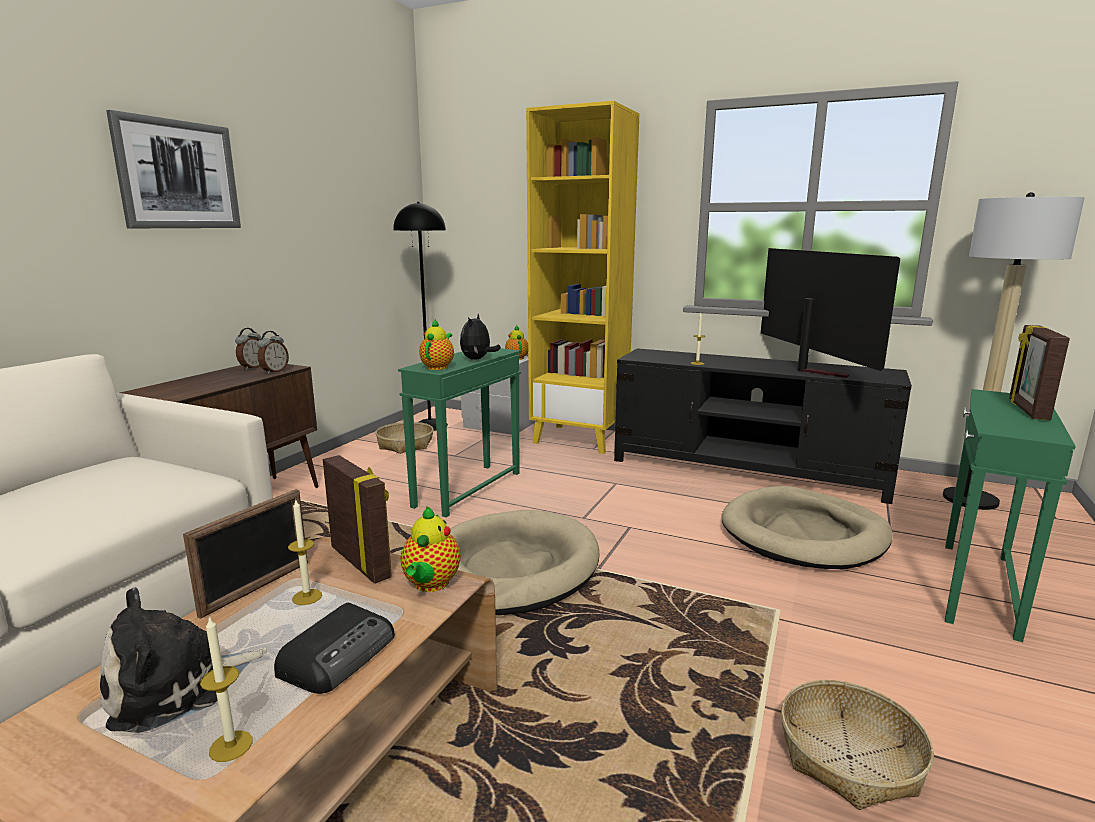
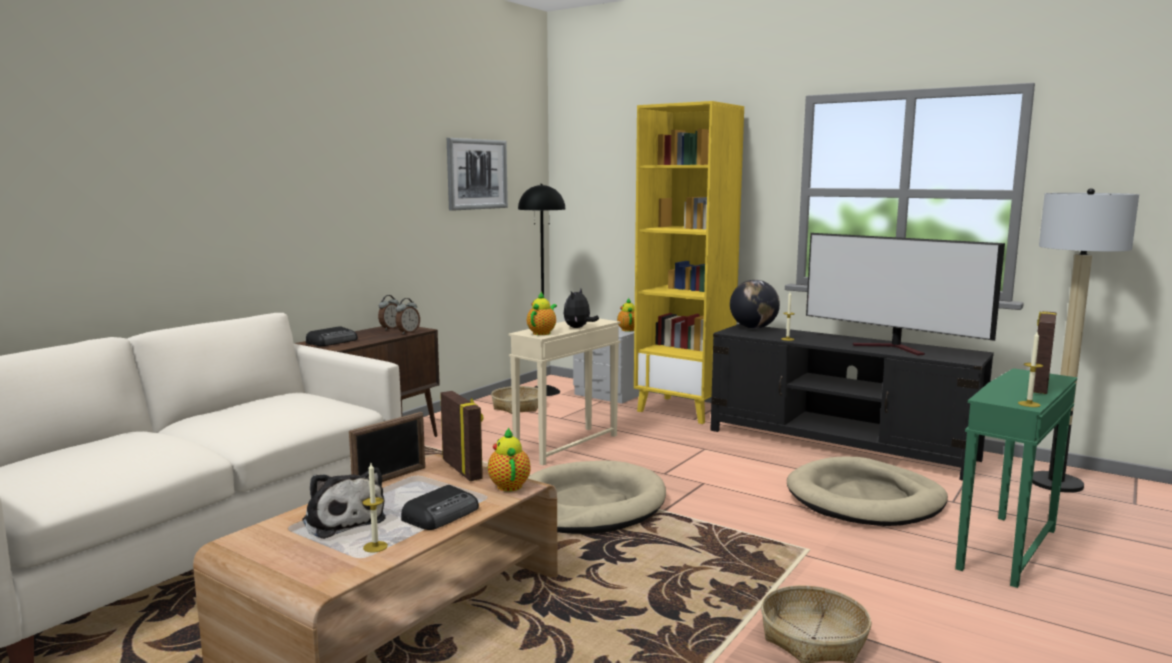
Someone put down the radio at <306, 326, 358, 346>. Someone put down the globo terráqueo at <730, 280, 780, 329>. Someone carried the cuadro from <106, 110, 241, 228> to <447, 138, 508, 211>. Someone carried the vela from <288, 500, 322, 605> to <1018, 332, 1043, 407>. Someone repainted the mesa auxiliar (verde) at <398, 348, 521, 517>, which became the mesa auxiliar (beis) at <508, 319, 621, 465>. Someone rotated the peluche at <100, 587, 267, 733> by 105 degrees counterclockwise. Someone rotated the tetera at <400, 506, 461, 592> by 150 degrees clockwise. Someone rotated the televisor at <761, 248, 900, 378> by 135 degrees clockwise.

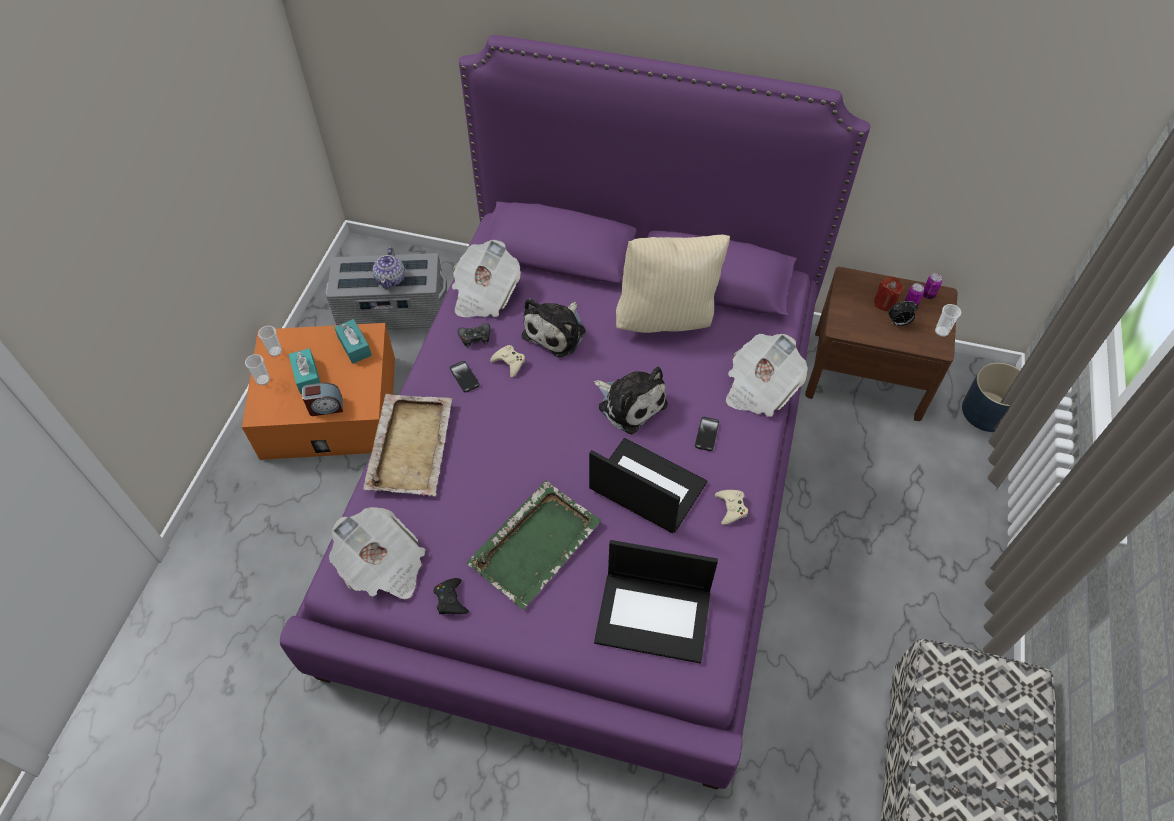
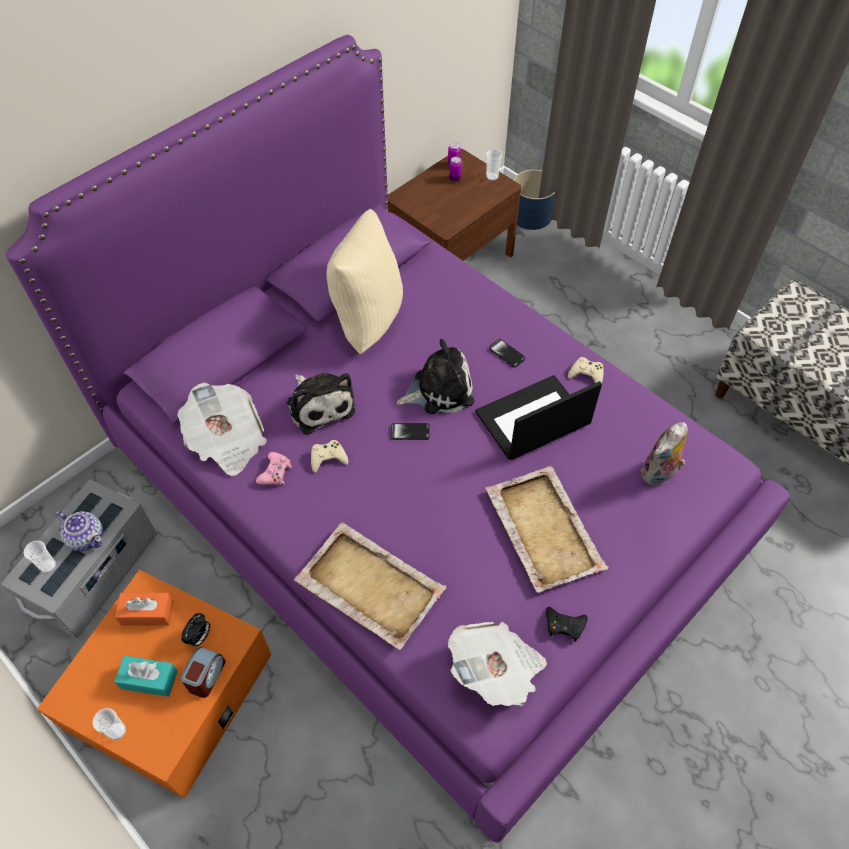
Someone took away the periódico at <726, 334, 807, 417>. Someone took away the vela (rojo) at <874, 277, 904, 311>. Someone carried the taza from <258, 326, 282, 357> to <24, 541, 56, 573>. Someone carried the móvil from <450, 361, 480, 392> to <391, 423, 430, 440>. Someone carried the despertador from <889, 301, 918, 326> to <181, 613, 210, 647>. Someone swapped the portátil at <594, 540, 718, 663> for the peluche at <640, 422, 688, 485>. Someone repainted the caja de pañuelos (turquesa) at <334, 319, 372, 364>, which became the caja de pañuelos (naranja) at <115, 593, 174, 625>. Someone repainted the mando de consola (negro) at <457, 323, 490, 348>, which became the mando de consola (rosa) at <256, 452, 292, 485>. Someone repainted the bandeja (verde) at <466, 480, 601, 610>, which became the bandeja (beis) at <485, 466, 608, 593>.

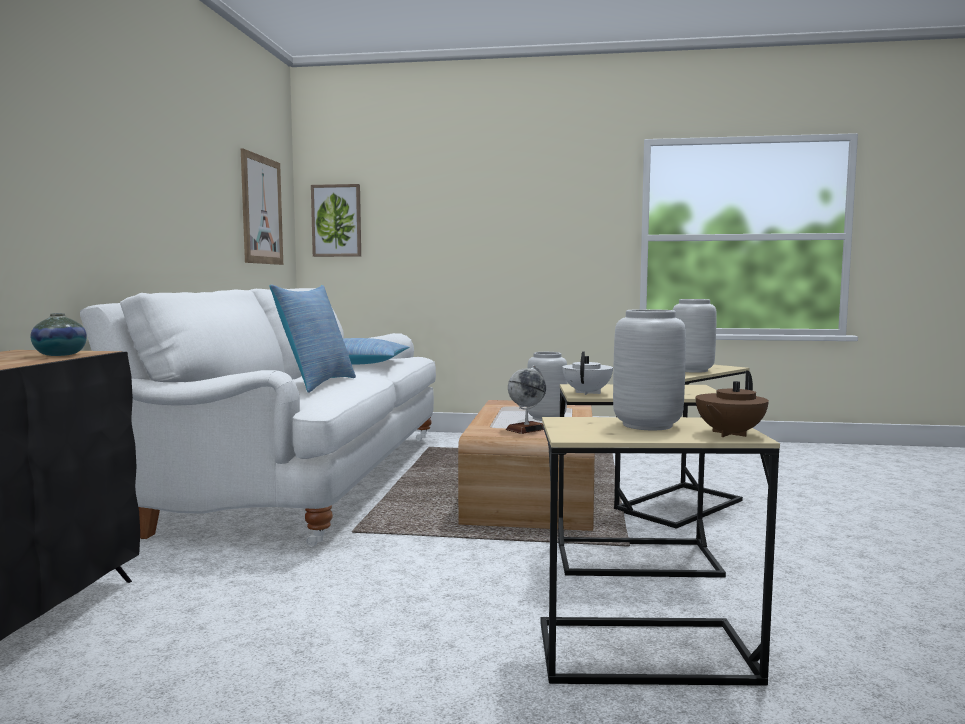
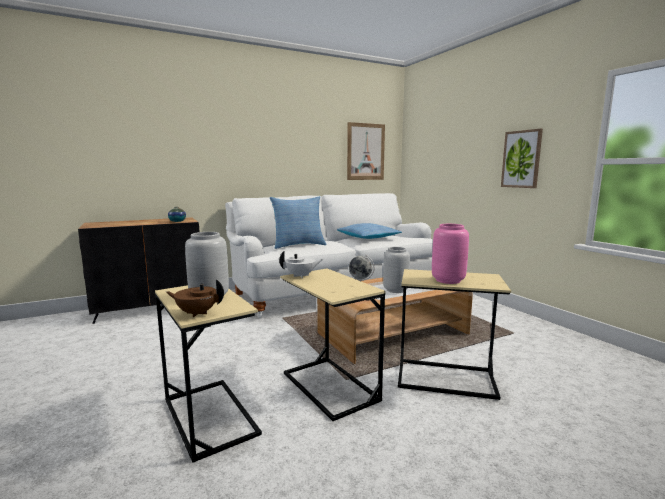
Someone carried the cuadro from <311, 184, 361, 257> to <501, 129, 543, 188>. Someone repainted the florero (gris) at <673, 299, 717, 373>, which became the florero (rosa) at <432, 224, 469, 284>.

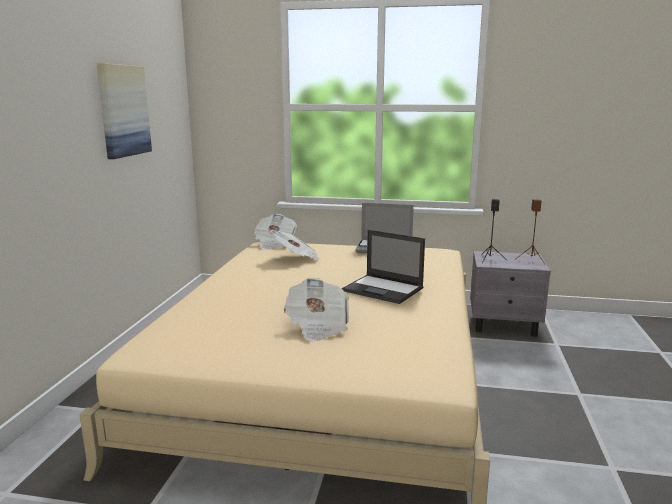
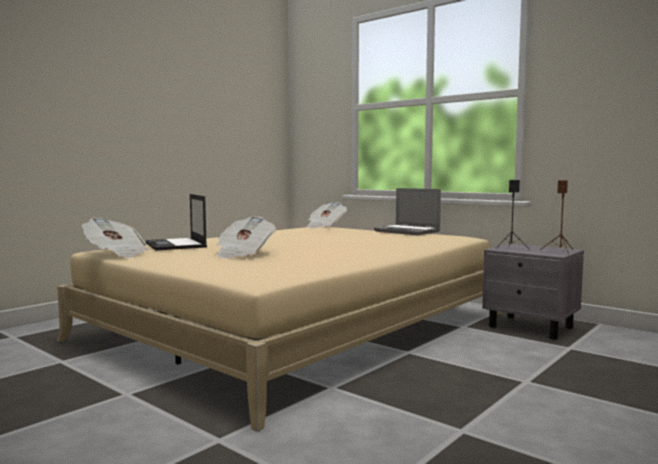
Someone took away the cuadro at <97, 63, 152, 159>. Someone carried the periódico from <271, 230, 320, 260> to <81, 218, 149, 258>. Someone carried the portátil from <342, 230, 425, 304> to <146, 194, 207, 251>.

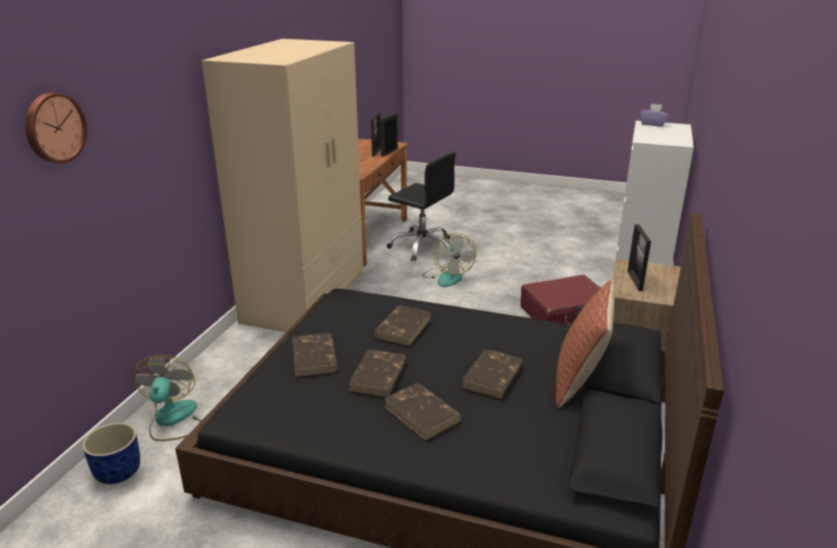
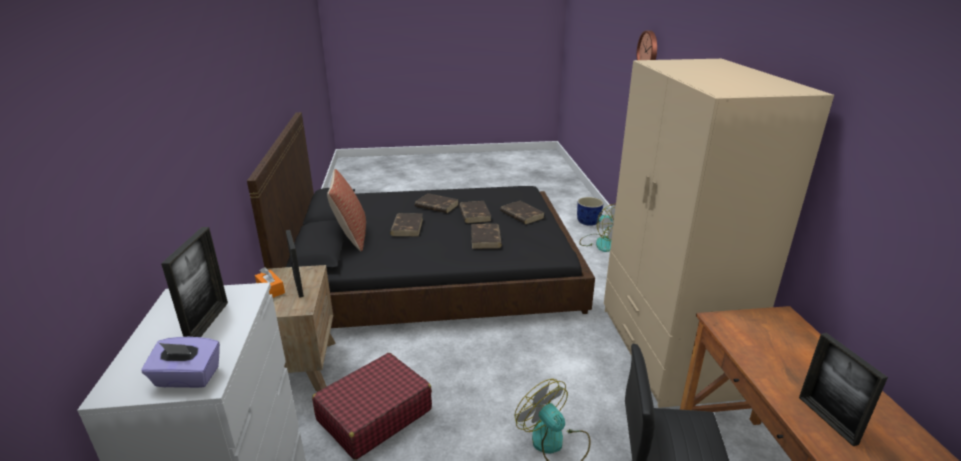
Someone put down the caja de pañuelos (naranja) at <255, 267, 285, 298>. Someone carried the portarretratos from <380, 113, 398, 157> to <161, 227, 228, 337>.

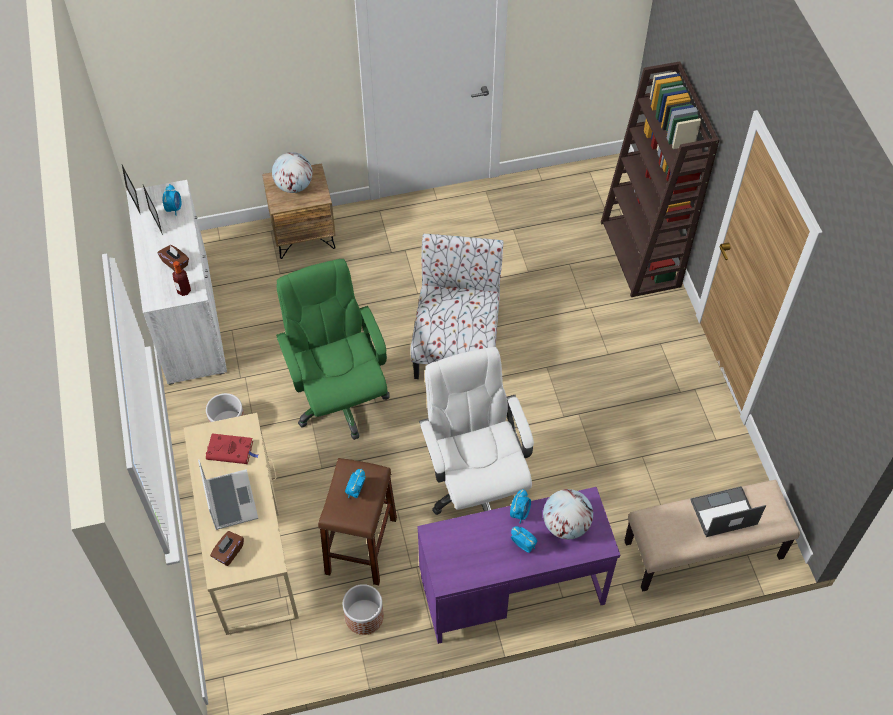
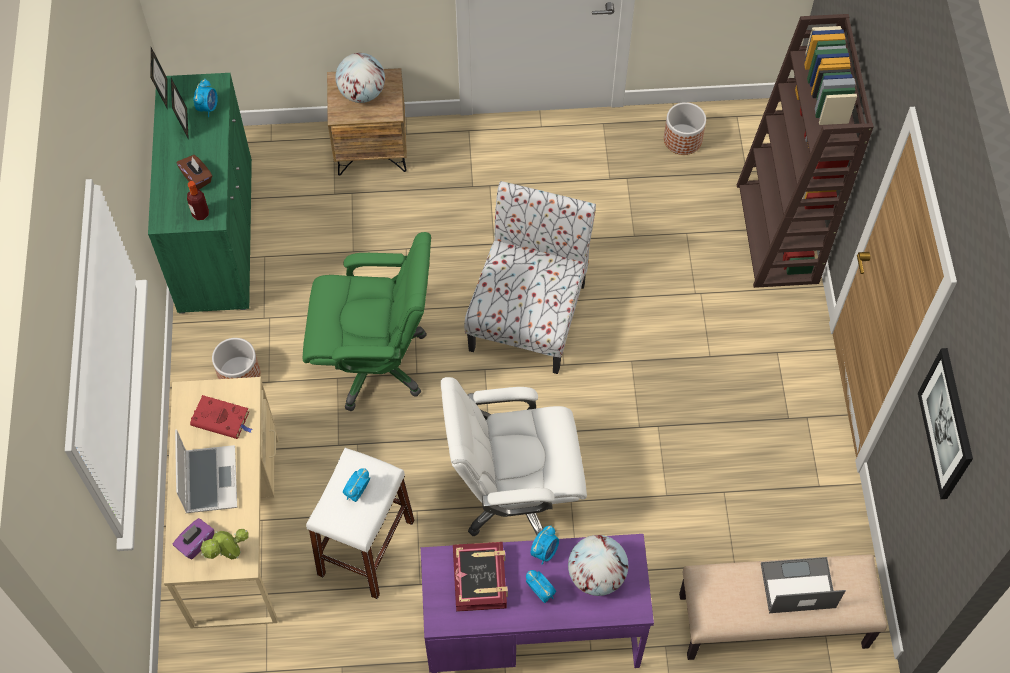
Someone put down the planta en maceta at <200, 529, 248, 559>. Someone put down the libro at <453, 542, 508, 612>. Someone put up the cuadro at <918, 348, 973, 499>. Someone carried the maceta from <343, 584, 384, 635> to <664, 102, 706, 155>. Someone repainted the armario (blanco) at <126, 180, 227, 385>, which became the armario (verde) at <148, 73, 252, 314>. Someone repainted the caja de pañuelos (marrón) at <210, 531, 244, 566>, which became the caja de pañuelos (morado) at <173, 518, 214, 559>. Someone repainted the taburete (marrón) at <318, 458, 397, 585>, which became the taburete (blanco) at <306, 448, 414, 599>. Someone rotated the silla de oficina (verde) at <276, 259, 390, 440> by 105 degrees clockwise. Someone rotated the silla de oficina (blanco) at <419, 347, 534, 515> by 90 degrees counterclockwise.

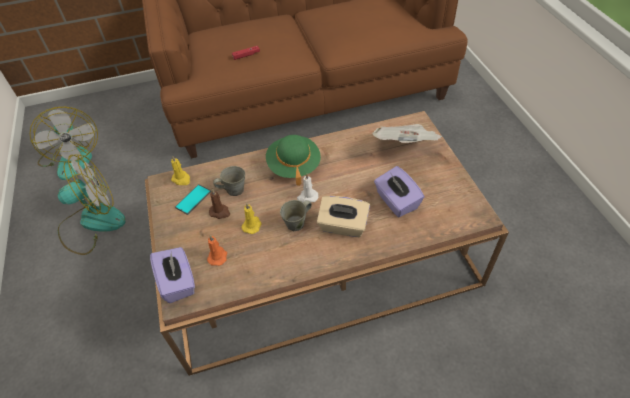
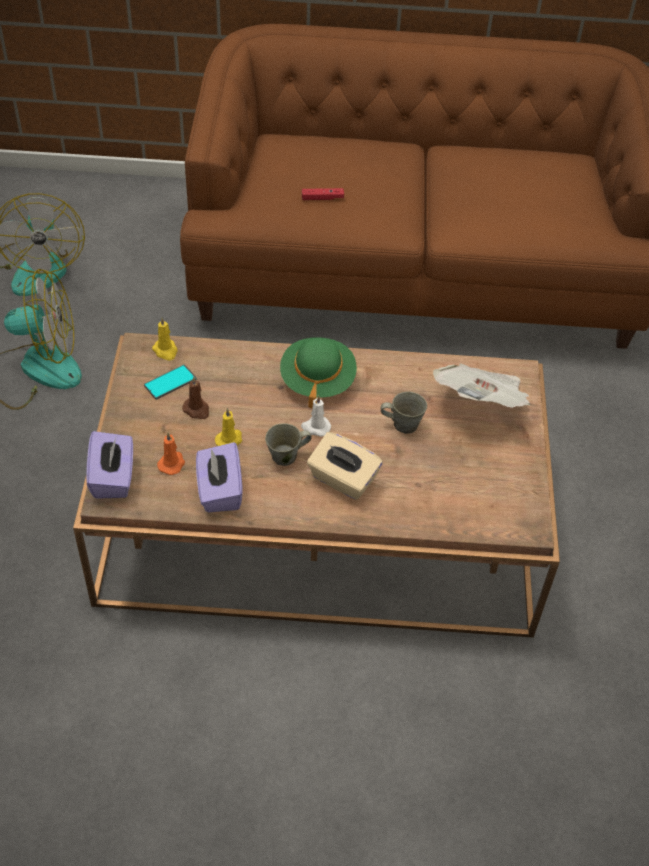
Someone carried the taza grande (gris) from <213, 166, 245, 196> to <381, 392, 427, 434>. Someone carried the caja de pañuelos (morado) from <374, 166, 424, 217> to <196, 442, 242, 513>.

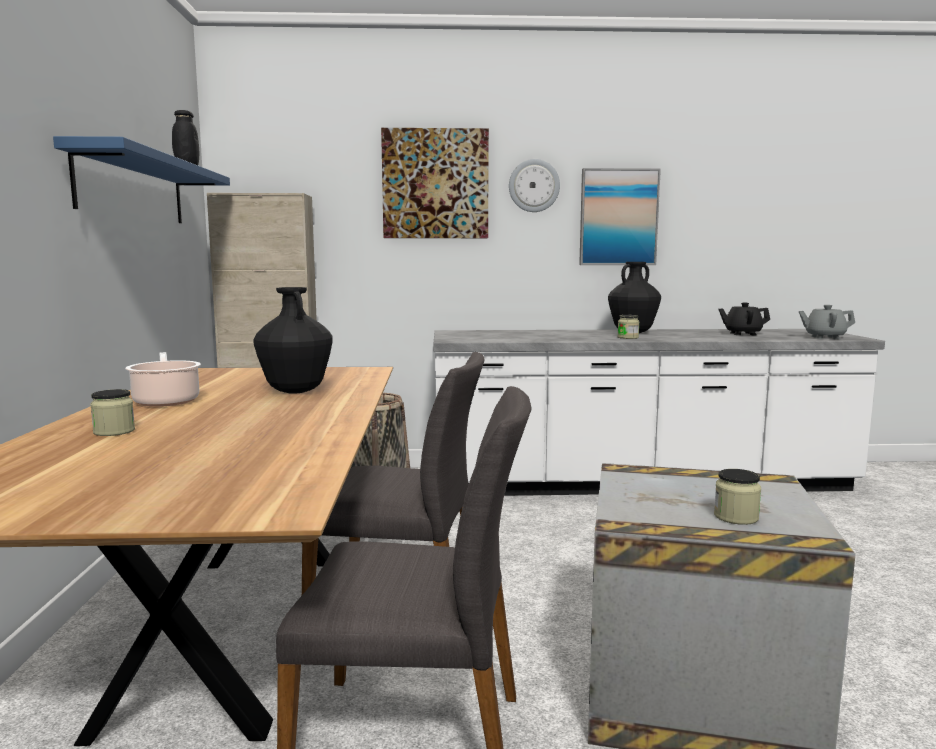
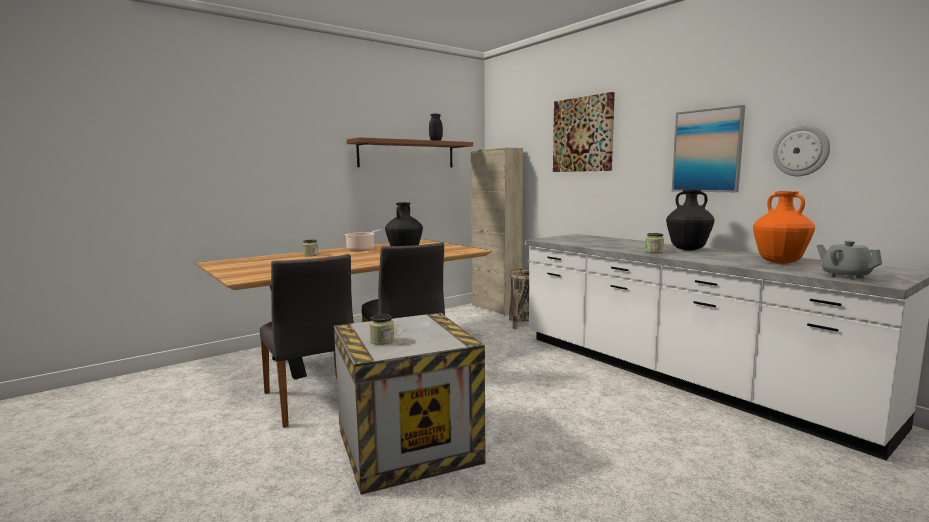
Someone carried the reloj de pared from <509, 159, 560, 212> to <773, 125, 830, 176>. Someone swapped the tetera (negro) at <718, 303, 770, 335> for the florero (naranja) at <753, 191, 815, 264>. Someone repainted the estante (azul) at <53, 136, 230, 223>, which became the estante (marrón) at <347, 137, 473, 167>.

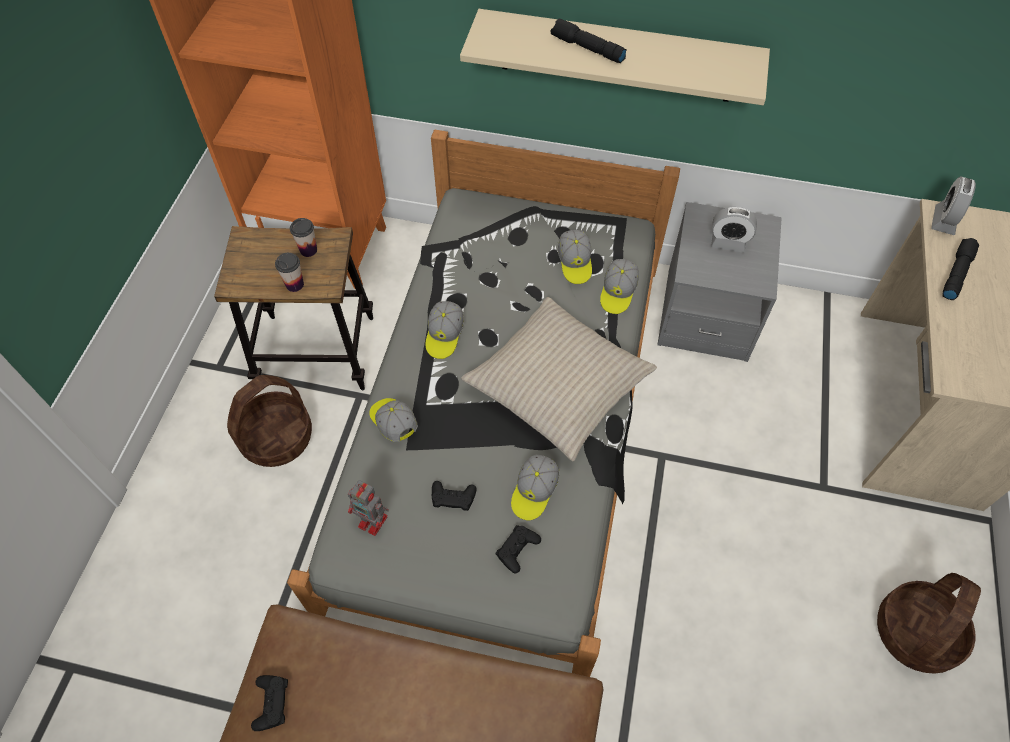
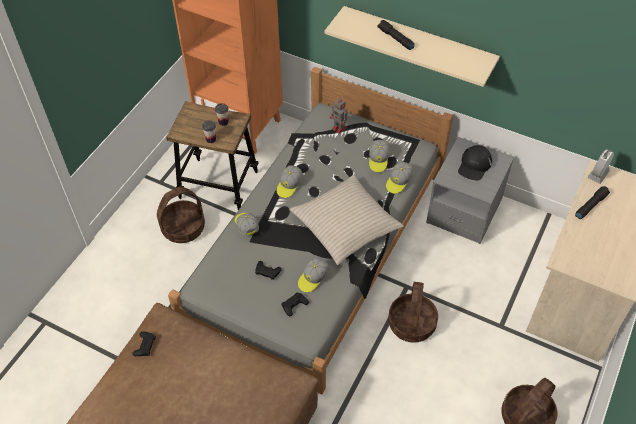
Someone put down the cesta at <388, 282, 438, 343>. Someone carried the robot de juguete from <348, 480, 389, 536> to <330, 97, 349, 134>. Someone swapped the despertador at <711, 207, 757, 253> for the gorra (negro) at <458, 145, 492, 181>.

